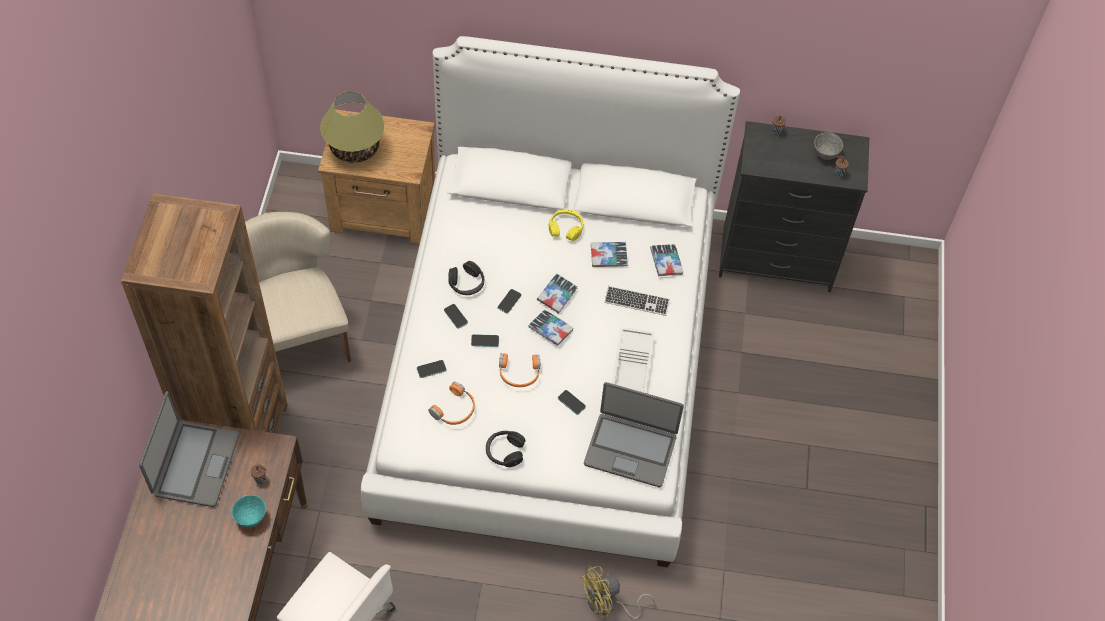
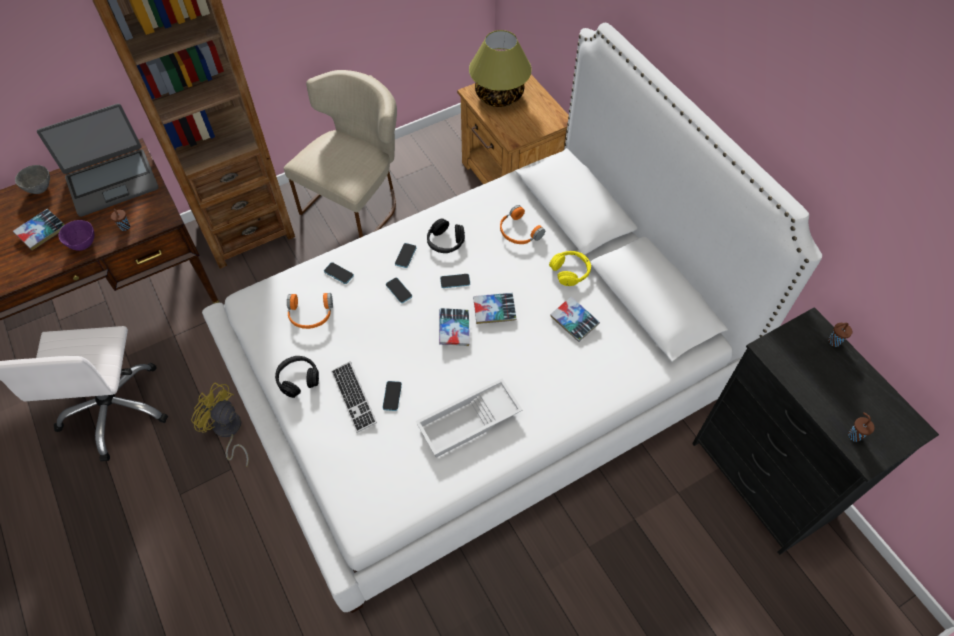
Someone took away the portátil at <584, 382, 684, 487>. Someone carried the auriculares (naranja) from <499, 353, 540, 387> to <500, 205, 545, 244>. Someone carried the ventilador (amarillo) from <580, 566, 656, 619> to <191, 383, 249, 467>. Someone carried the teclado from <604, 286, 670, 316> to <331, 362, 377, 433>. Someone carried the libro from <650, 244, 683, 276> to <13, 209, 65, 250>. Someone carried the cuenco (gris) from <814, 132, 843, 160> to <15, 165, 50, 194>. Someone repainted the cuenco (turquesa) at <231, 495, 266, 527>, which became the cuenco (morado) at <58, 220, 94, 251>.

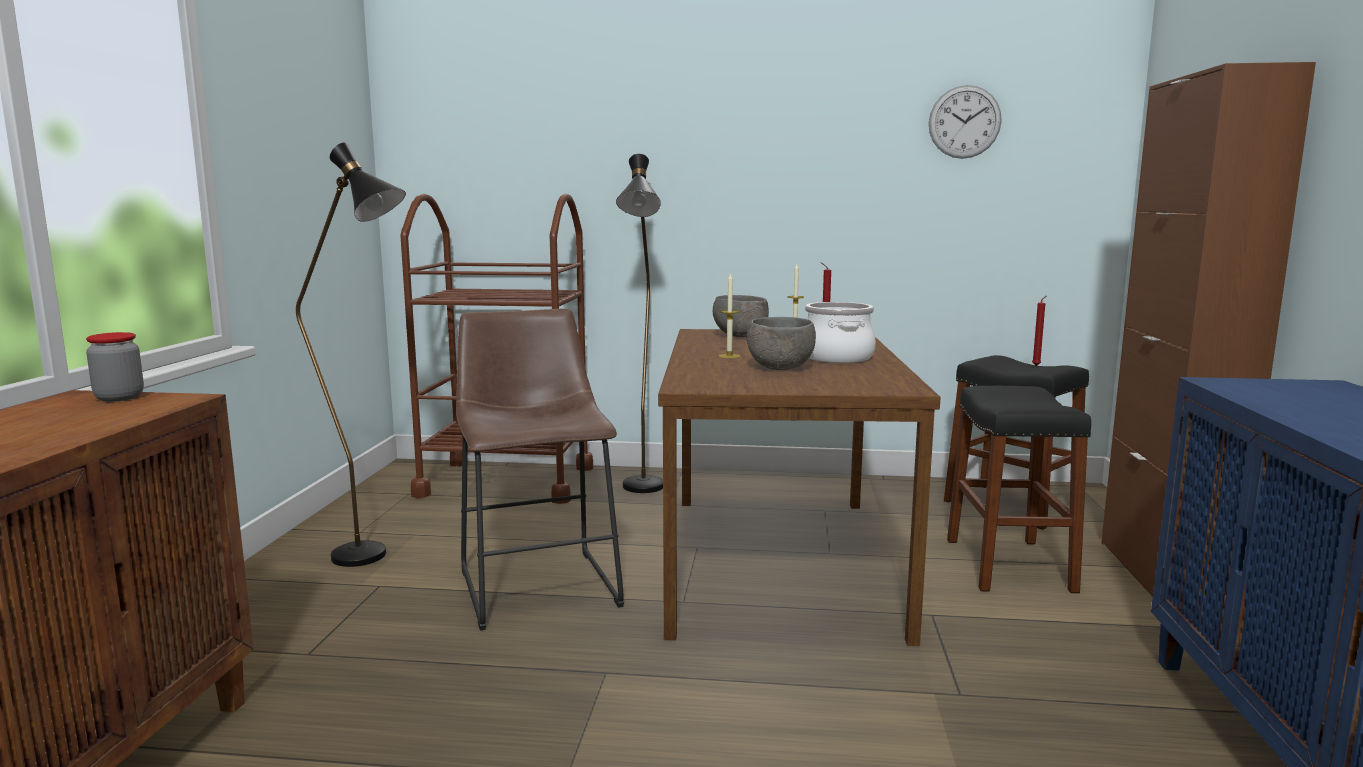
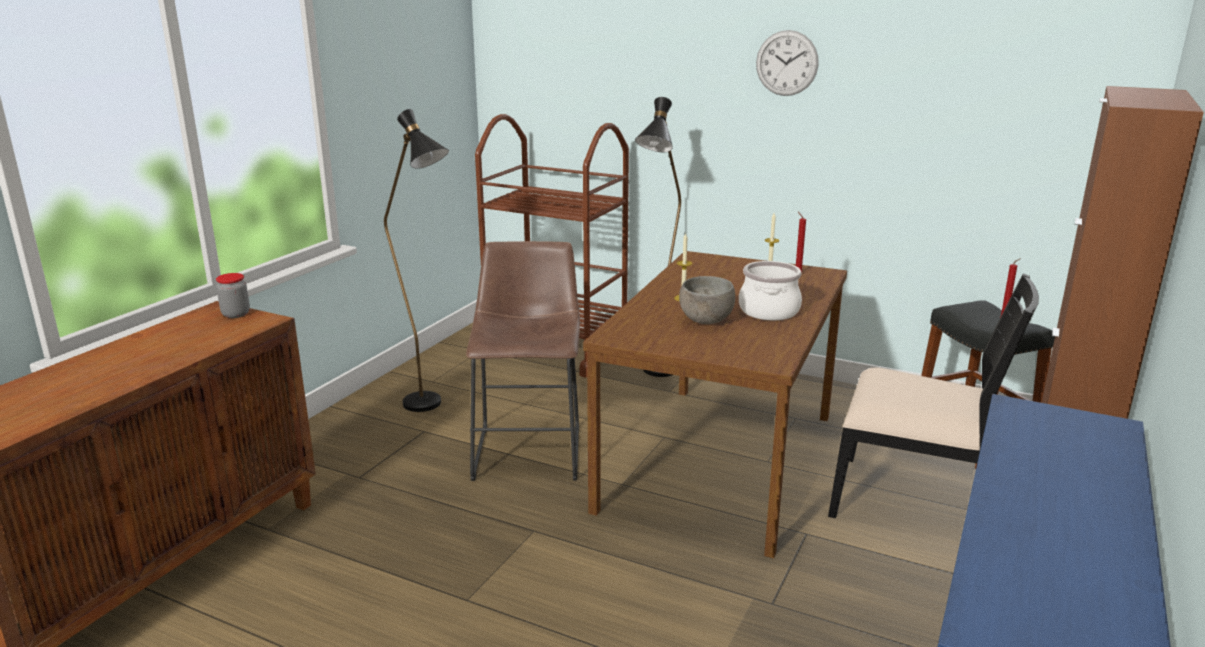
Someone took away the cuenco (gris) at <713, 295, 769, 337>. Someone carried the reloj de pared from <929, 85, 1002, 159> to <756, 30, 819, 96>. Someone swapped the taburete (negro) at <947, 386, 1091, 593> for the silla (negro) at <828, 273, 1039, 518>.

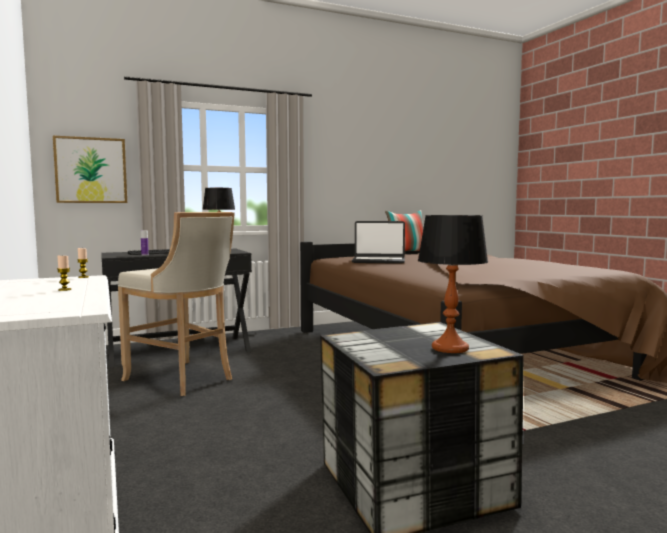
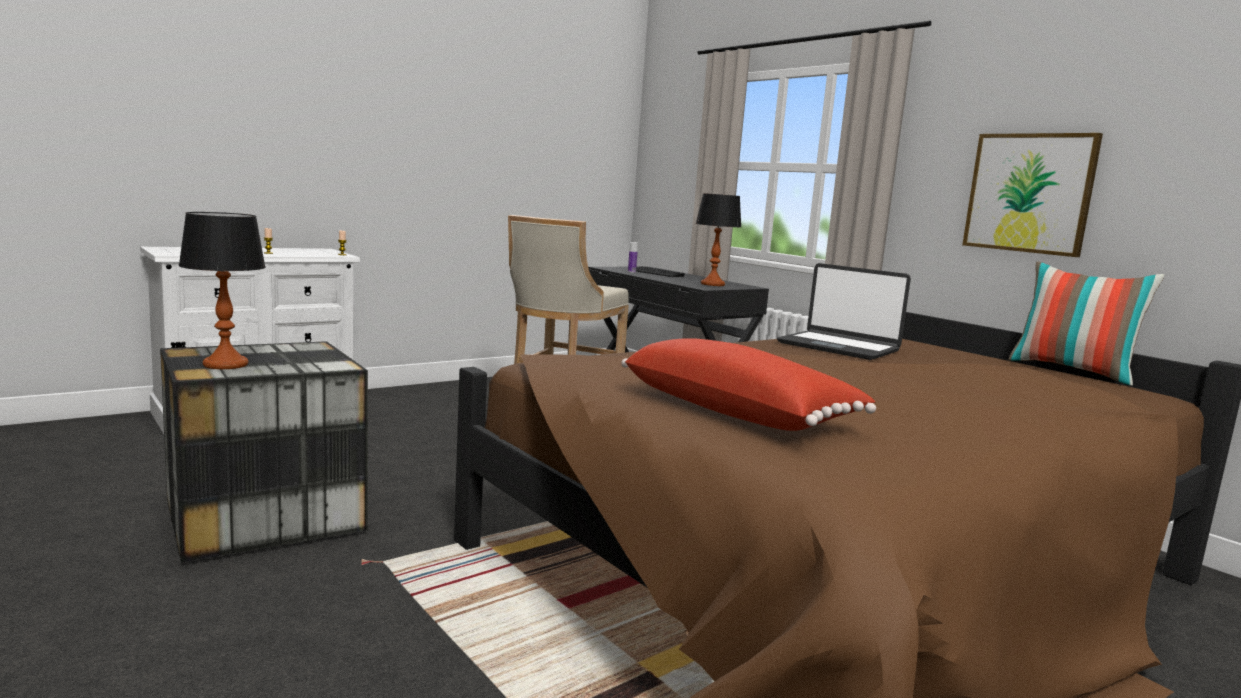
Someone put down the cojín (rojo) at <621, 338, 876, 431>. Someone carried the cuadro from <53, 136, 127, 203> to <962, 133, 1103, 257>. Someone rotated the portátil at <352, 221, 405, 264> by 45 degrees counterclockwise.

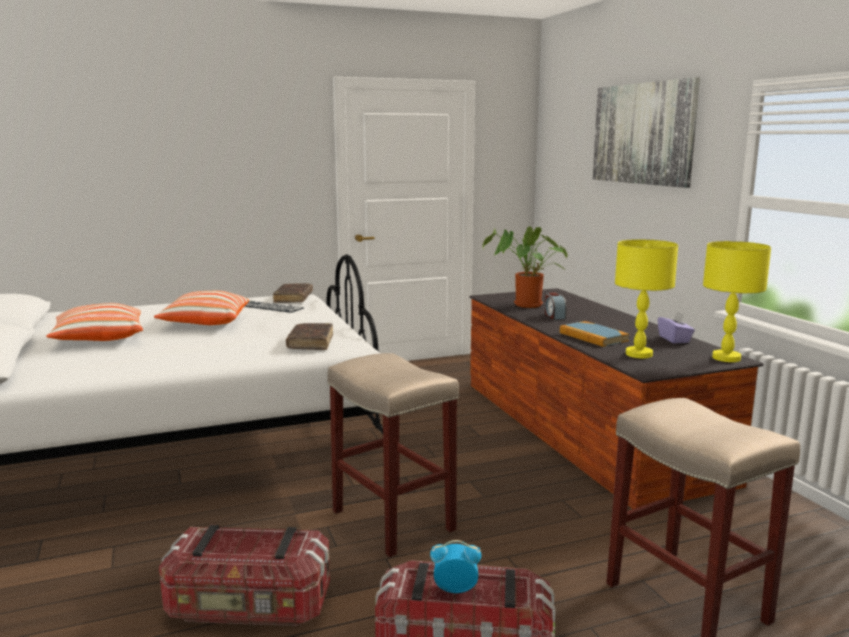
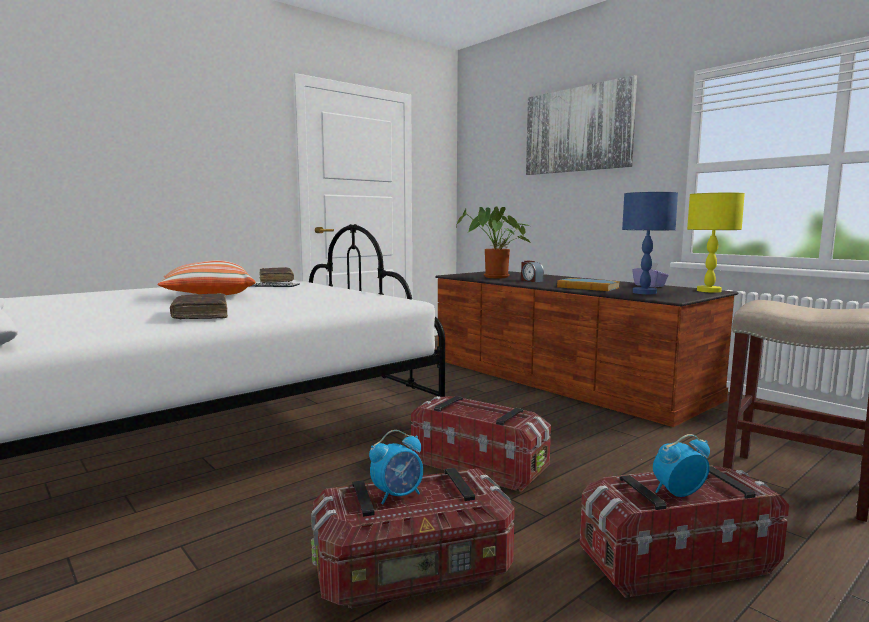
Someone took away the cojín at <46, 303, 143, 341>. Someone put down the despertador at <369, 430, 423, 505>. Someone carried the libro (marrón) from <286, 323, 333, 350> to <170, 293, 228, 319>. Someone swapped the taburete (beis) at <327, 353, 459, 557> for the caja de almacenaje at <411, 396, 551, 492>. Someone repainted the lámpara de mesa (amarillo) at <615, 239, 678, 358>, which became the lámpara de mesa (azul) at <622, 192, 678, 294>.

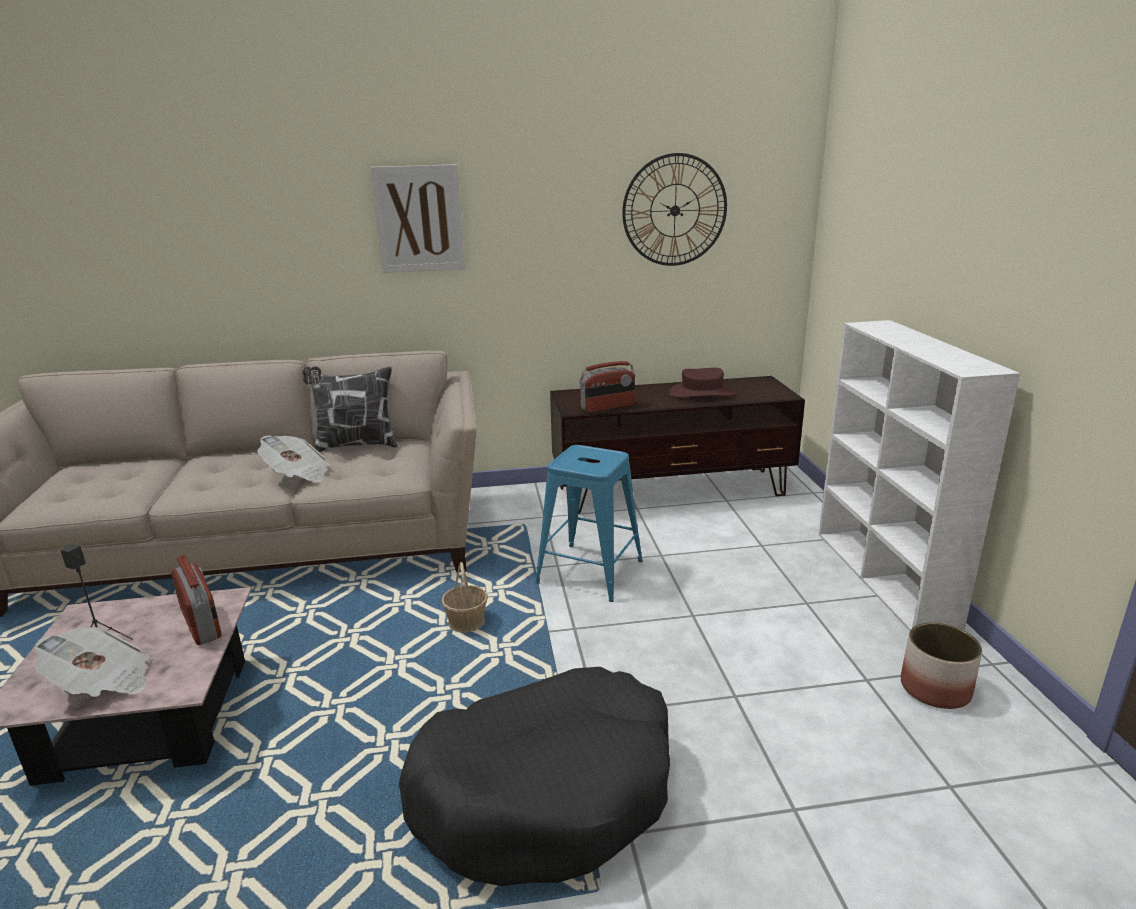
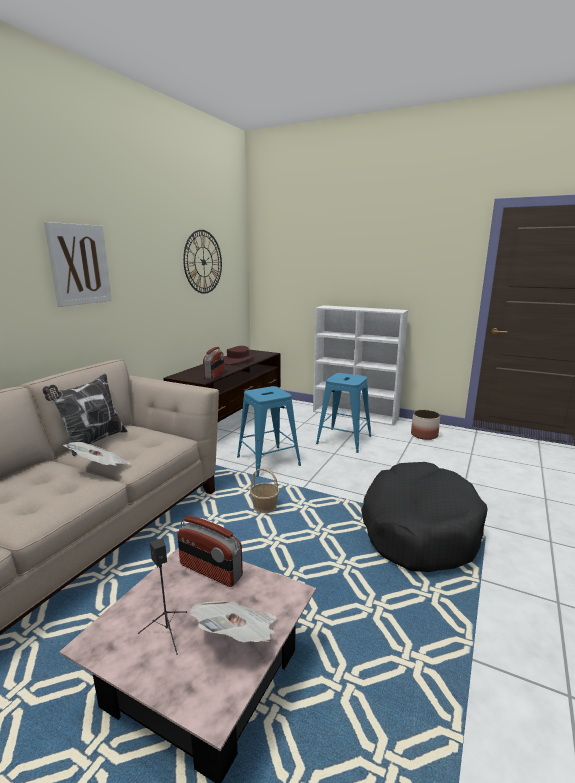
Someone put down the taburete (azul) at <316, 373, 371, 453>. Someone rotated the radio at <171, 555, 221, 645> by 150 degrees counterclockwise.

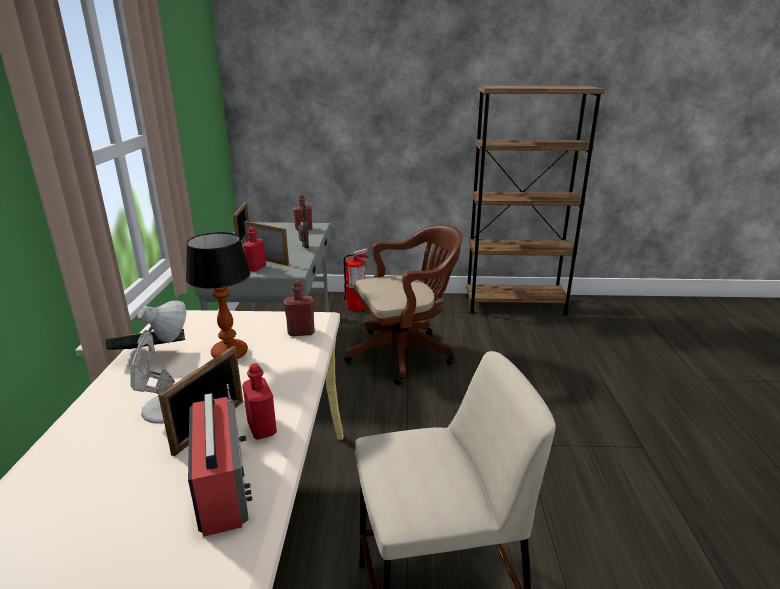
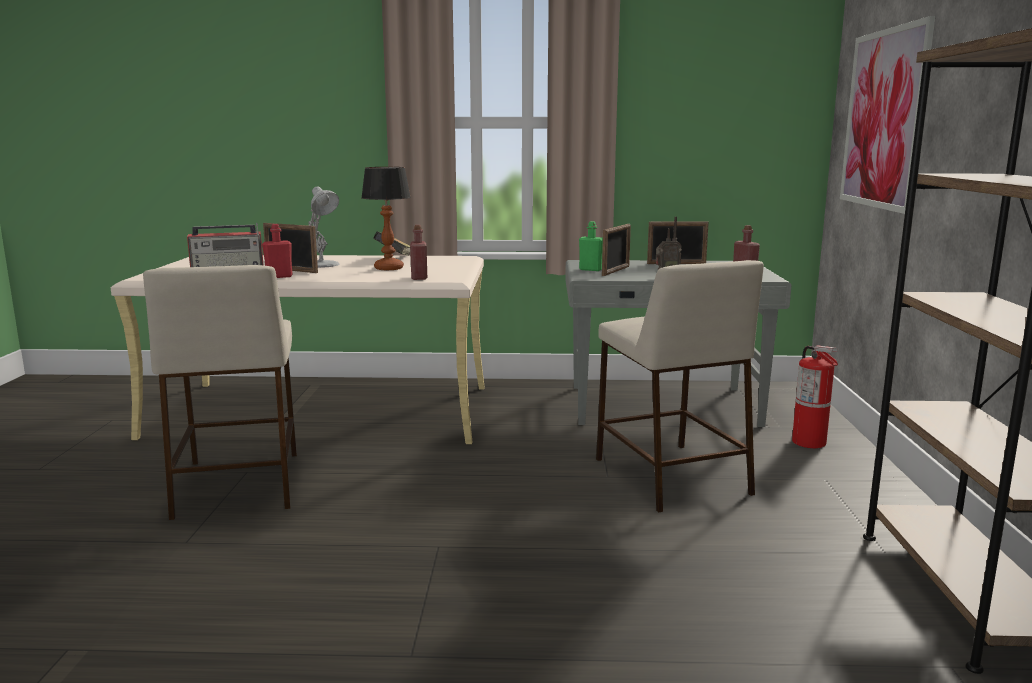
Someone put up the cuadro at <840, 16, 935, 214>. Someone swapped the silla de oficina (marrón) at <344, 225, 462, 385> for the taburete (beis) at <596, 260, 764, 512>. Someone repainted the botella (rojo) at <243, 227, 266, 272>, which became the botella (verde) at <579, 221, 603, 271>.

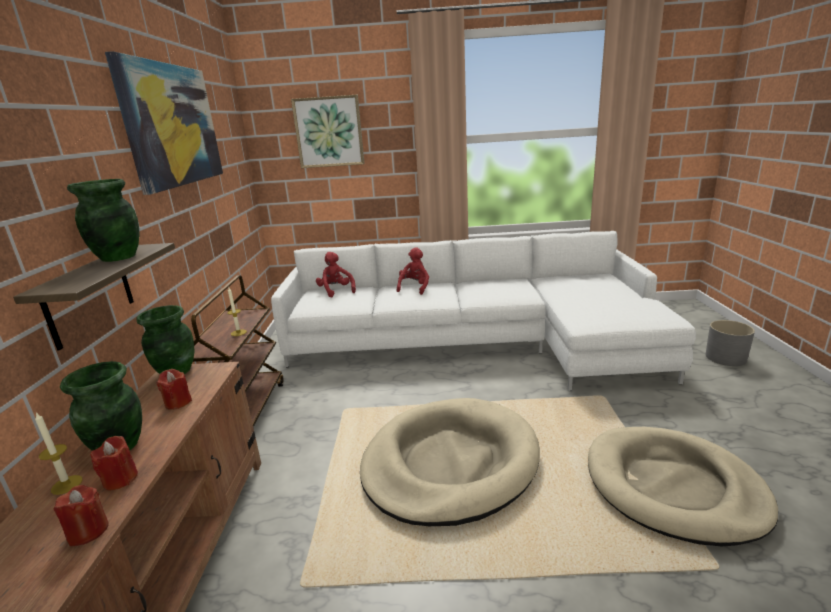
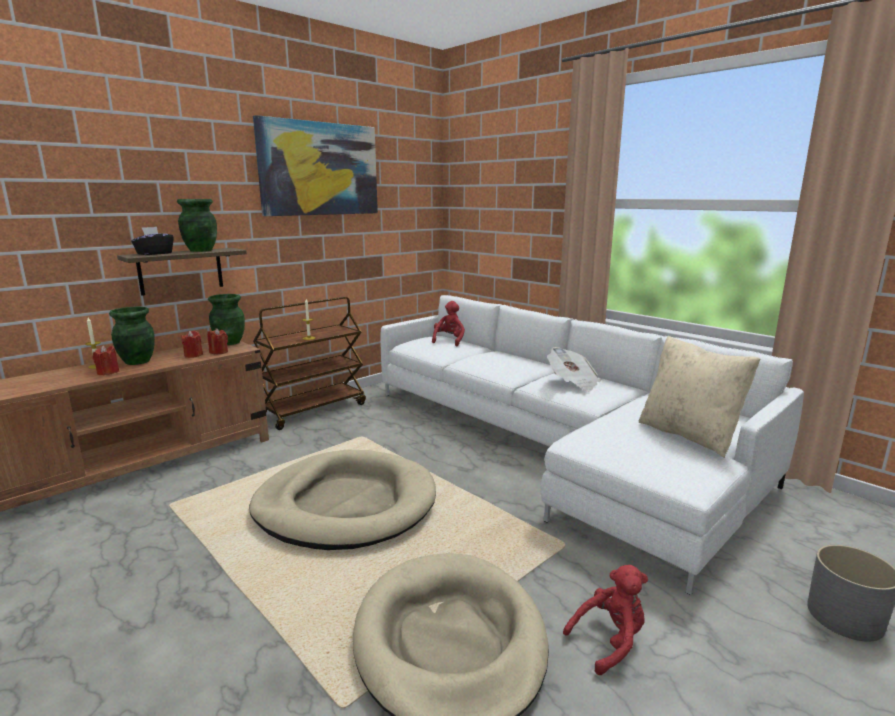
Someone took away the cuadro at <291, 95, 365, 168>. Someone put down the caja de pañuelos (negro) at <131, 227, 174, 255>. Someone put down the periódico at <547, 347, 601, 392>. Someone put down the cojín (beis) at <639, 336, 760, 458>. Someone carried the vela (rojo) from <53, 485, 109, 546> to <207, 328, 228, 354>. Someone carried the peluche (rojo) from <397, 247, 429, 295> to <563, 565, 648, 675>.

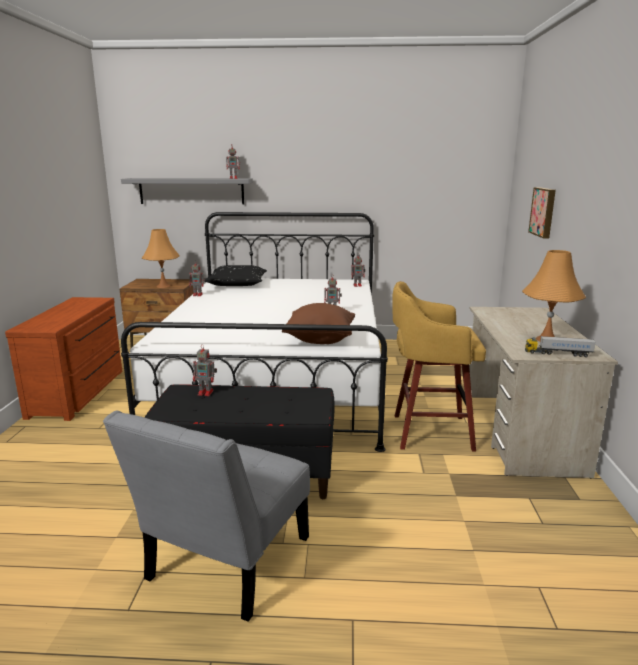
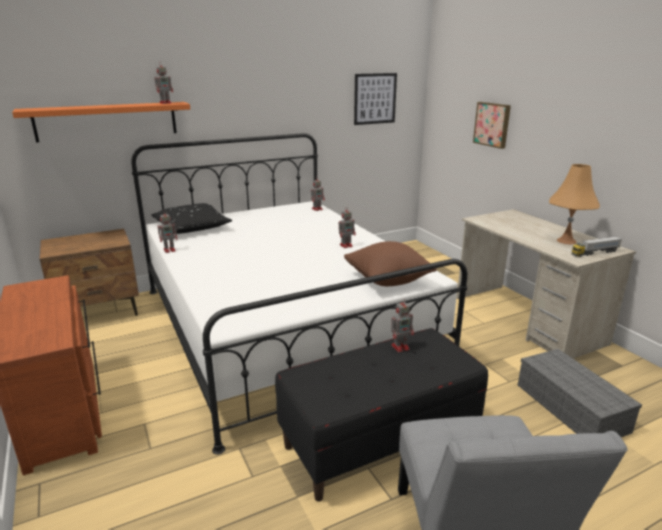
Someone took away the lámpara de mesa (naranja) at <142, 229, 180, 288>. Someone took away the taburete (amarillo) at <392, 281, 486, 452>. Someone put up the cuadro at <354, 73, 397, 125>. Someone put down the caja de almacenaje (gris) at <518, 349, 642, 437>. Someone carried the robot de juguete from <193, 344, 217, 396> to <391, 298, 414, 352>. Someone repainted the estante (gris) at <121, 178, 253, 204>, which became the estante (naranja) at <12, 102, 190, 142>.

